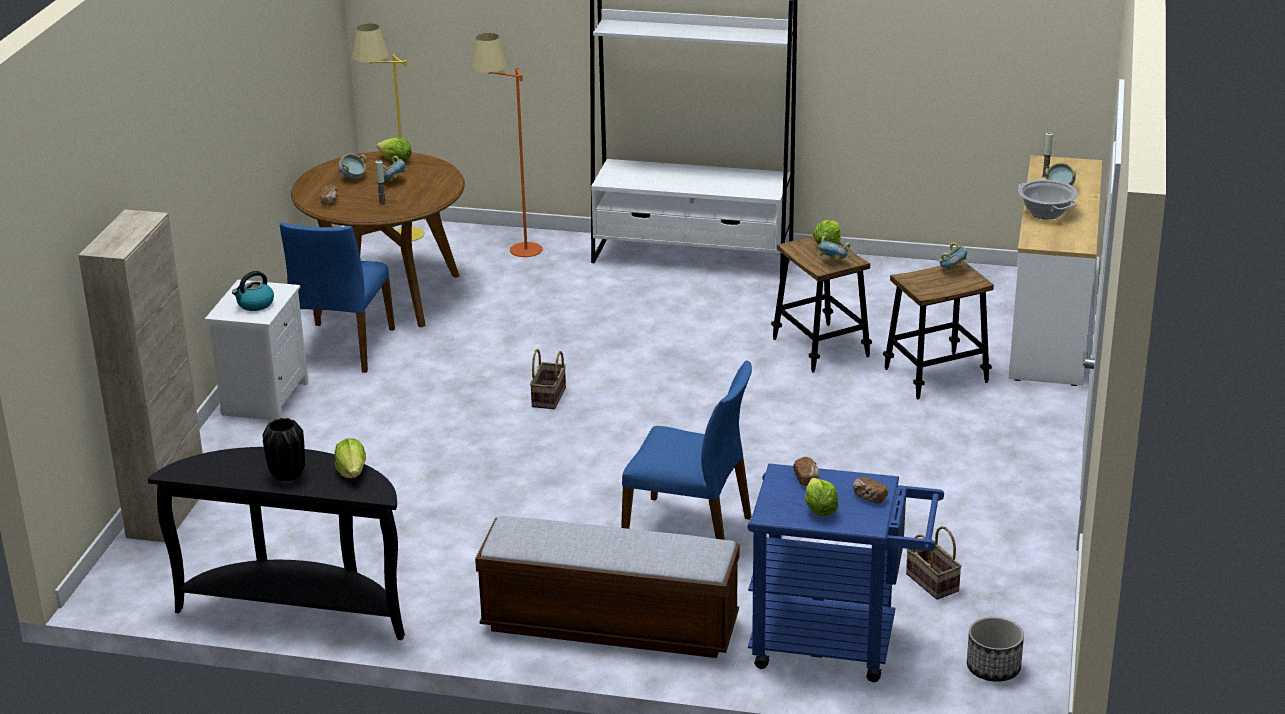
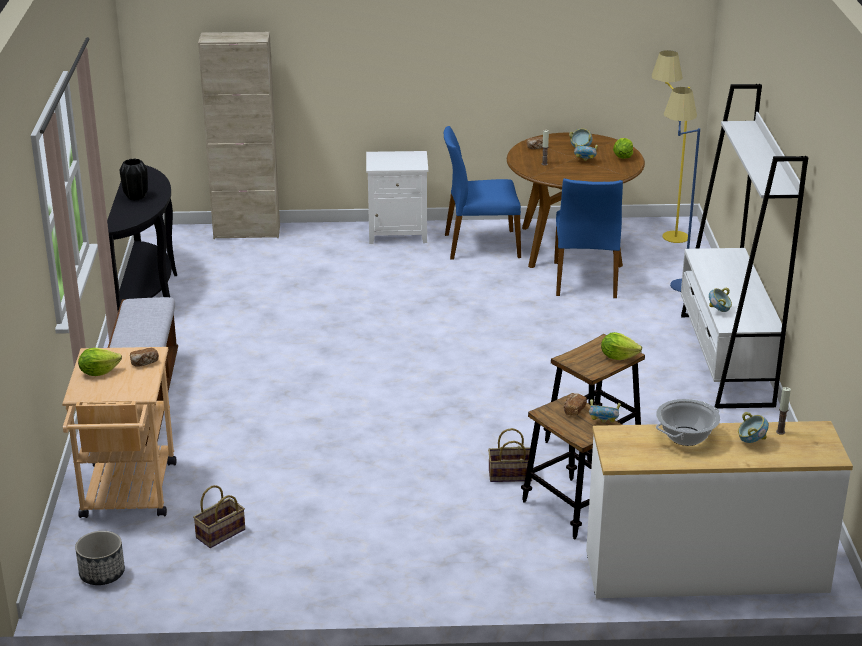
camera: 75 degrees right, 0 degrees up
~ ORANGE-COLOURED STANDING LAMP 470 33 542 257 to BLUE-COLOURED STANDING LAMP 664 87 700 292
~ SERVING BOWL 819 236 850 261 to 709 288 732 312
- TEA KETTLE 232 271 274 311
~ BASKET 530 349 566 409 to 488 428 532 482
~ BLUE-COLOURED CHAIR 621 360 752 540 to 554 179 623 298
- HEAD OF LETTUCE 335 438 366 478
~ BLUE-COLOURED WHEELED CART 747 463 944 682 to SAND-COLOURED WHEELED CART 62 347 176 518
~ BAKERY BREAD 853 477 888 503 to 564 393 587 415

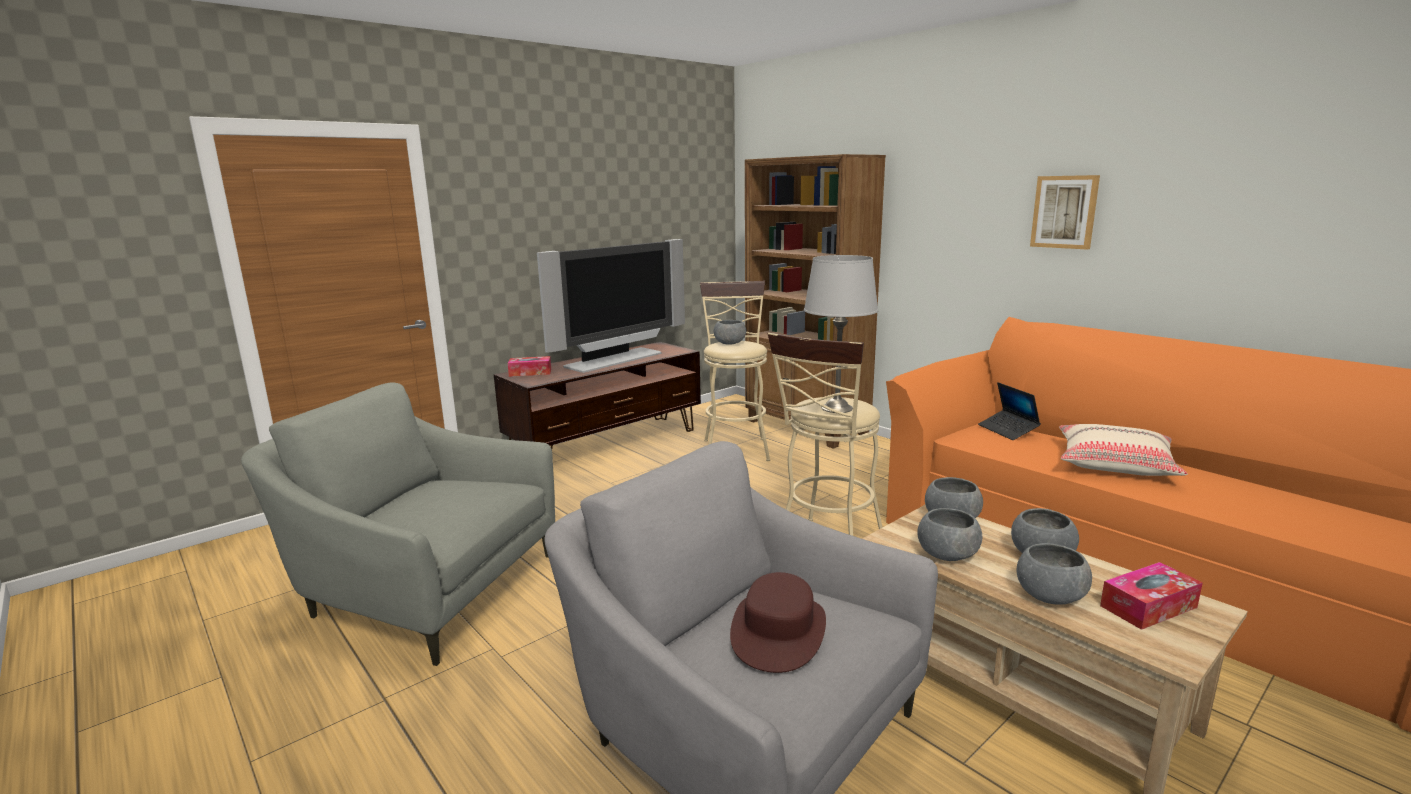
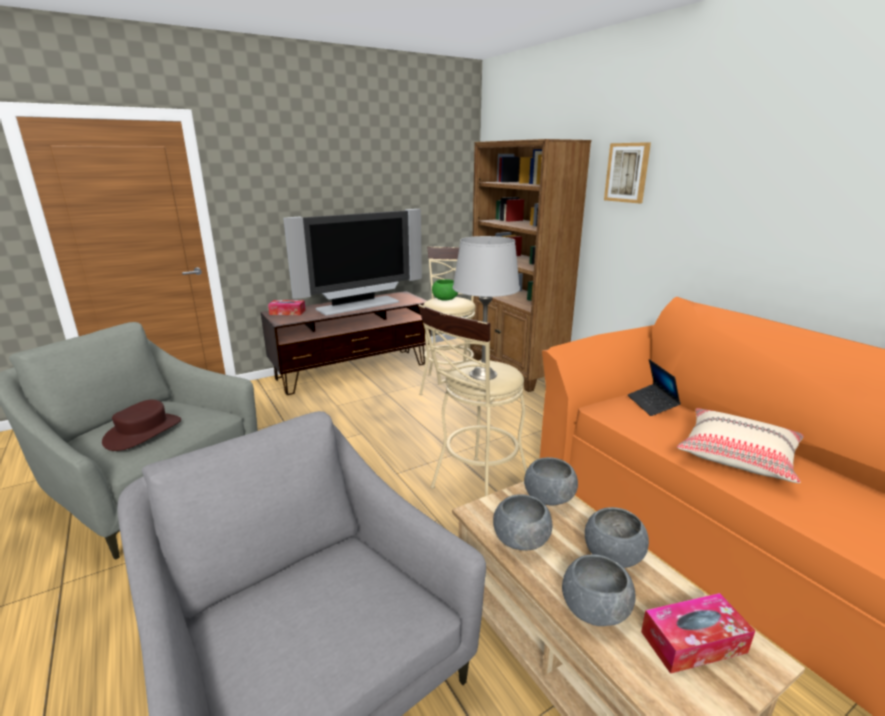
camera: 10 degrees right, 5 degrees up
~ PICTURE 1030 175 1100 250 to 604 142 651 203
~ GREYISH SERVING BOWL 714 320 746 345 to GREEN-COLOURED SERVING BOWL 432 279 458 301
~ BROWNISH CLOTHING HAT 730 572 826 673 to 102 400 181 451

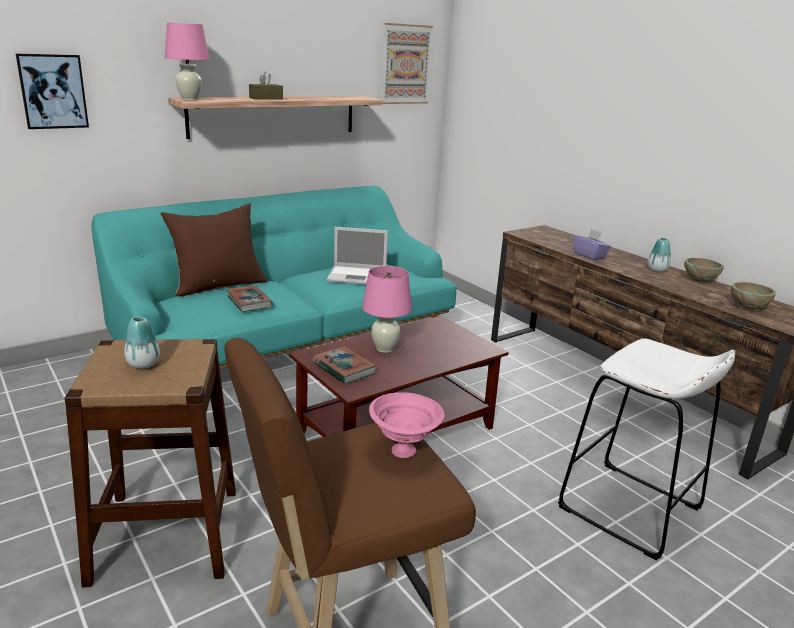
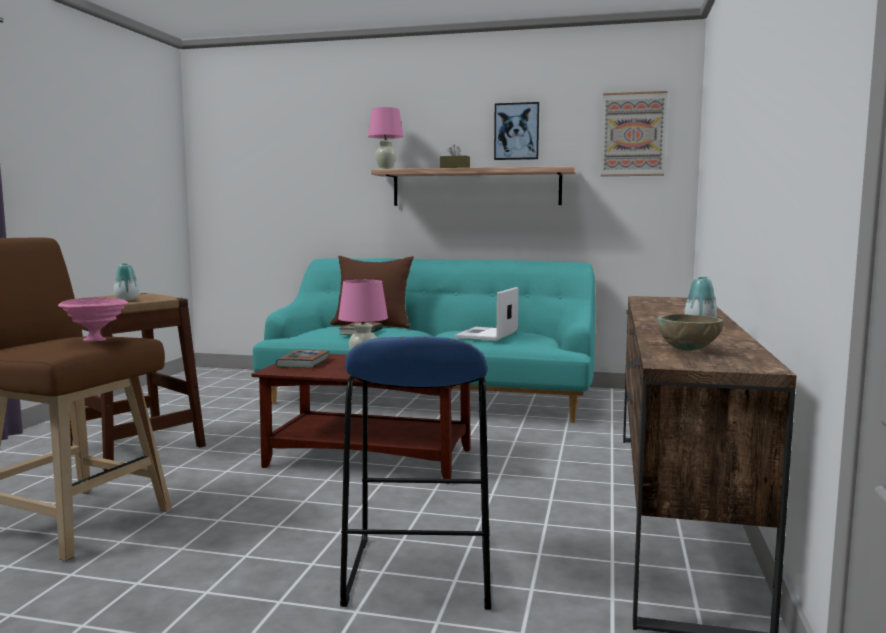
camera: 50 degrees right, 15 degrees down
~ PICTURE 16 54 89 129 to 494 102 539 160
~ LAPTOP 326 227 388 285 = 455 287 518 341 60 degrees clockwise
- PURPLISH TISSUE BOX 573 229 611 260
- SAND-COLOURED SERVING BOWL 684 258 724 282
~ WHITE-COLOURED STOOL SEAT 558 338 735 561 to BLUE-COLOURED STOOL SEAT 340 337 491 610

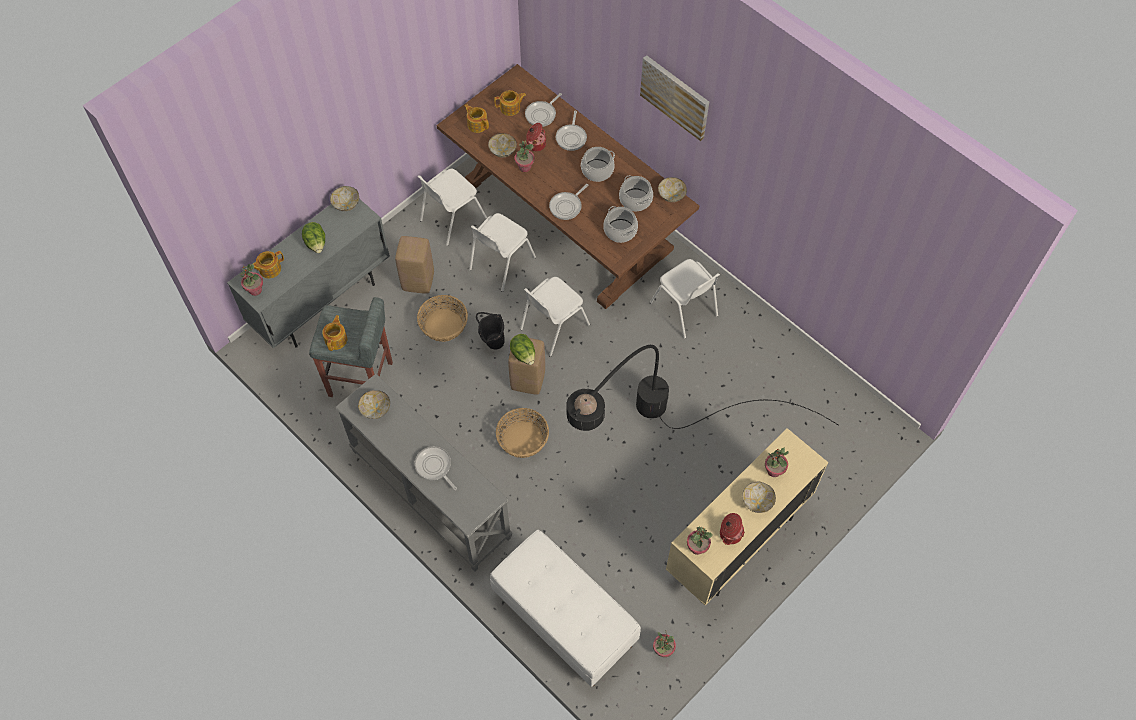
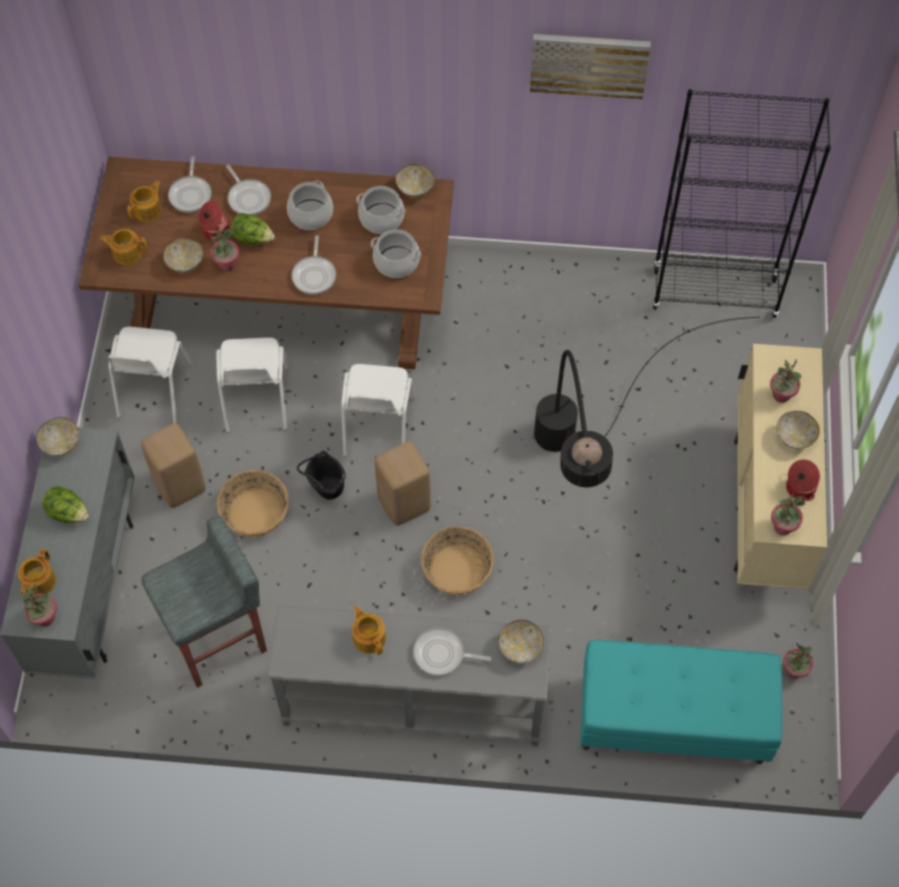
camera: 40 degrees left, 0 degrees up
~ PICTURE 640 55 709 141 to 530 34 651 99
- WHITE-COLOURED CHAIR 650 259 720 339
~ TEAPOT 322 315 347 351 to 352 606 386 655
~ HEAD OF LETTUCE 510 334 535 365 to 231 213 275 245
~ SERVING BOWL 358 390 390 419 to 498 620 544 663
~ WHITE-COLOURED LONG SEAT 490 530 641 687 to BLUE-GREEN LONG SEAT 580 640 783 764
+ BLACKISH BOOKSHELF 652 89 831 318

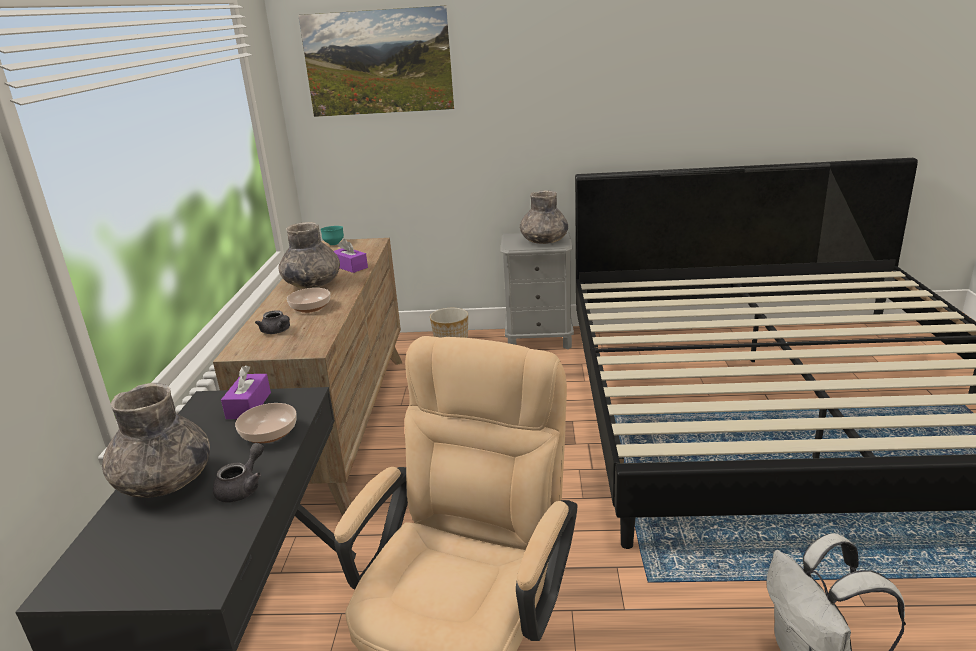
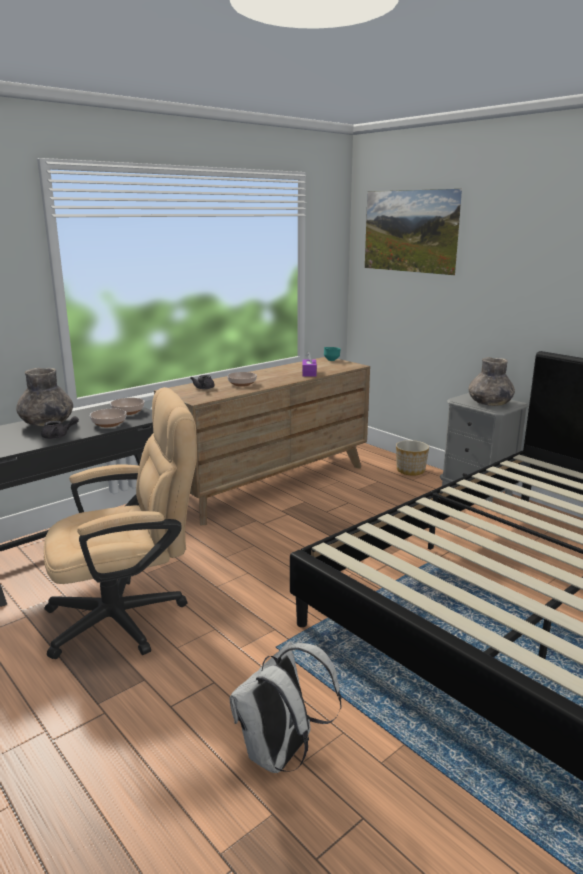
camera: 45 degrees right, 5 degrees down
- GREYISH VASE 278 222 340 289
~ PURPLISH TISSUE BOX 221 365 271 419 to SERVING BOWL 110 398 145 415

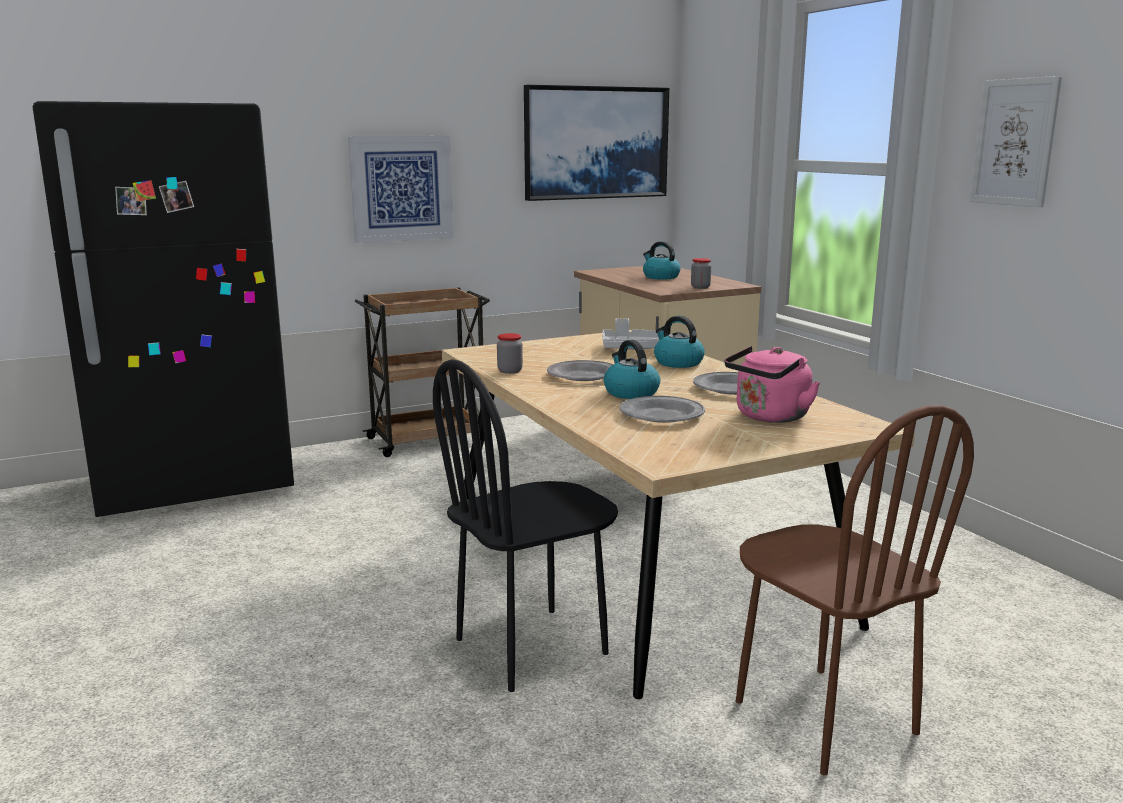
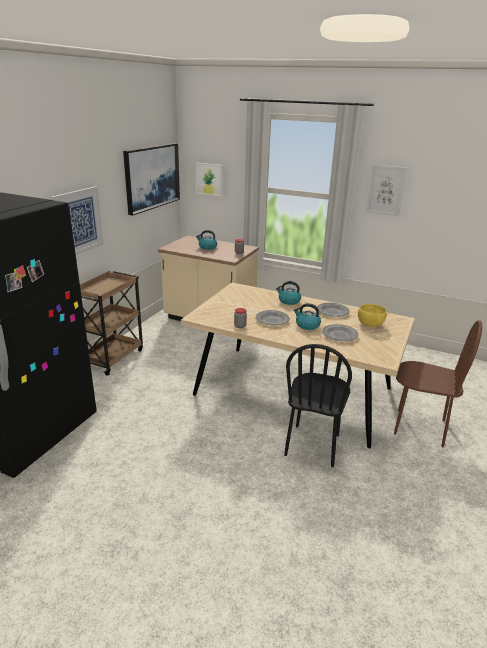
camera: 40 degrees left, 10 degrees up
- GREYISH CARRYING TRAY 602 318 659 350
~ PINK-COLOURED TEA KETTLE 725 346 820 423 to YELLOWISH SERVING BOWL 358 304 388 327
+ PICTURE 196 163 223 196

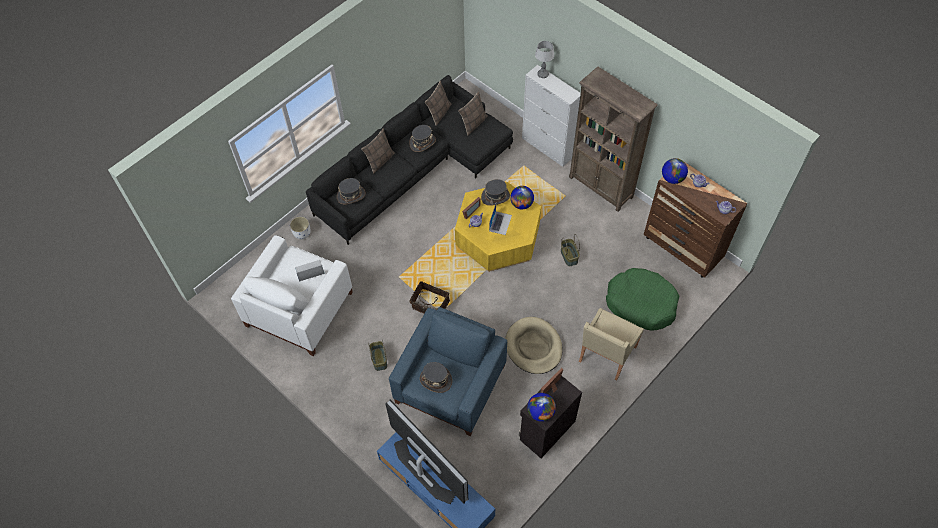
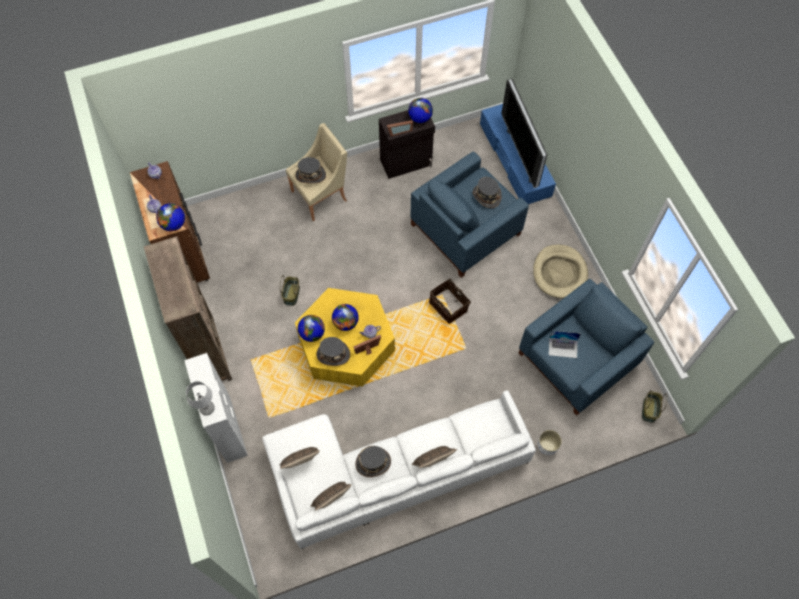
camera: 155 degrees left, 5 degrees up
~ BLACKISH SOFA 306 75 513 245 to WHITE-COLOURED SOFA 262 390 536 549
~ GREYISH CLOTHING HAT 337 178 366 204 to 295 157 326 184
~ LAPTOP 489 204 512 235 to WORLD GLOBE 332 304 359 331
~ WHITE-COLOURED ARMCHAIR 231 235 353 356 to BLUE-COLOURED ARMCHAIR 519 279 654 416
- GREEN-COLOURED DOG CUSHION 606 268 679 330
~ SAND-COLOURED DOG CUSHION 505 317 563 374 to 533 244 588 299
~ BASKET 368 340 387 371 to 642 390 667 423

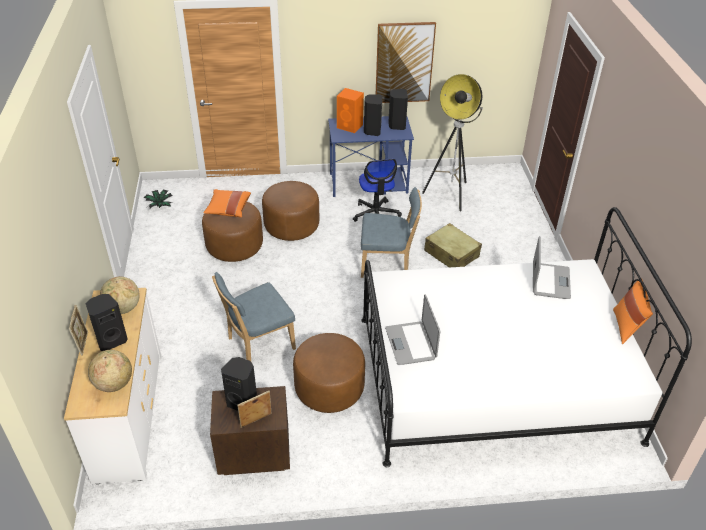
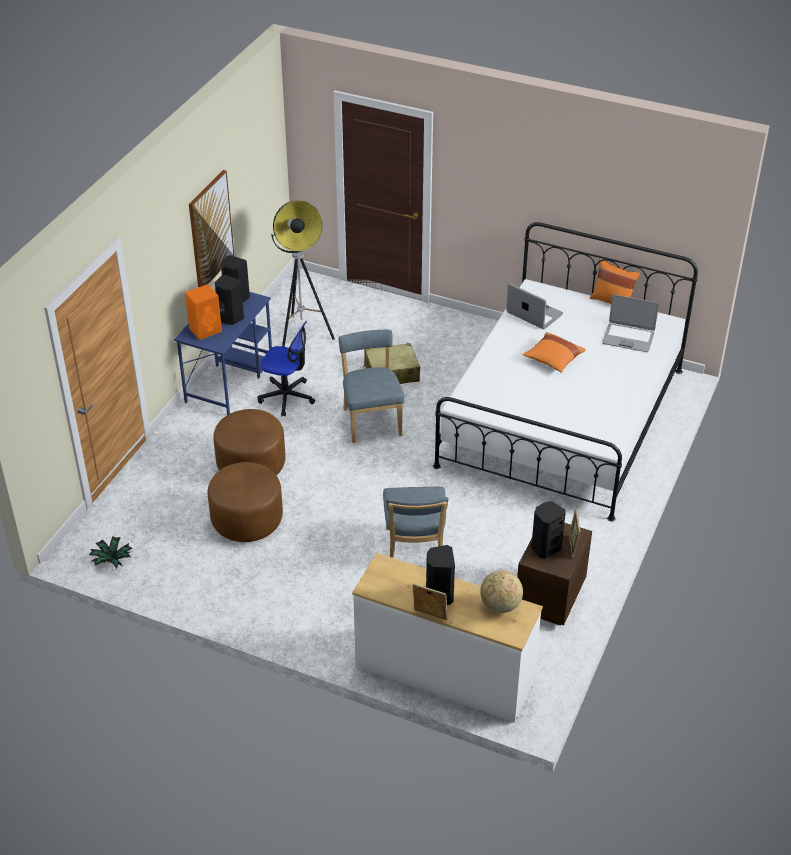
camera: 60 degrees left, 0 degrees up
~ BLUE-COLOURED CHAIR 361 187 422 278 = 338 330 405 443 45 degrees counterclockwise
~ ORANGE-COLOURED THROW PILLOW 203 189 251 217 to 523 332 586 372
- WORLD GLOBE 100 276 140 314
~ LAPTOP 385 295 440 365 to 602 294 659 352
- BROWNISH POUFFE 293 333 365 413

